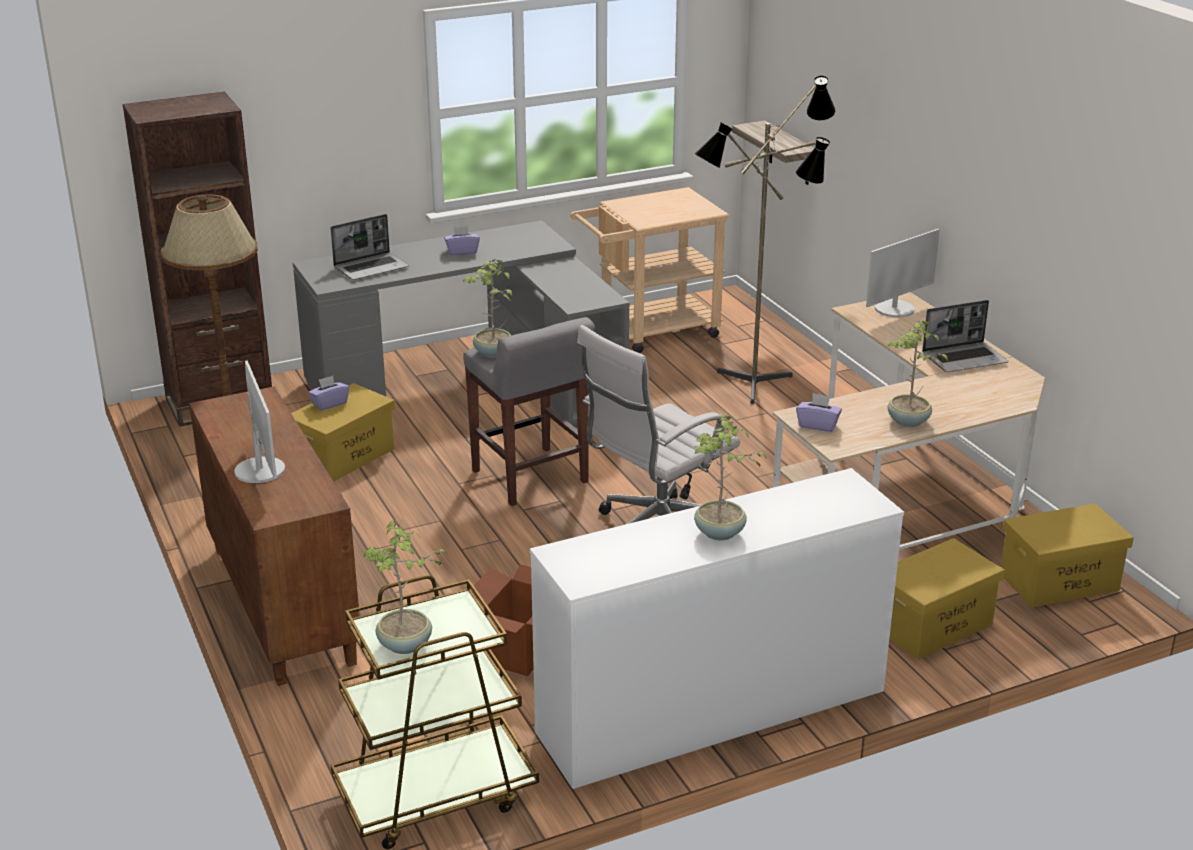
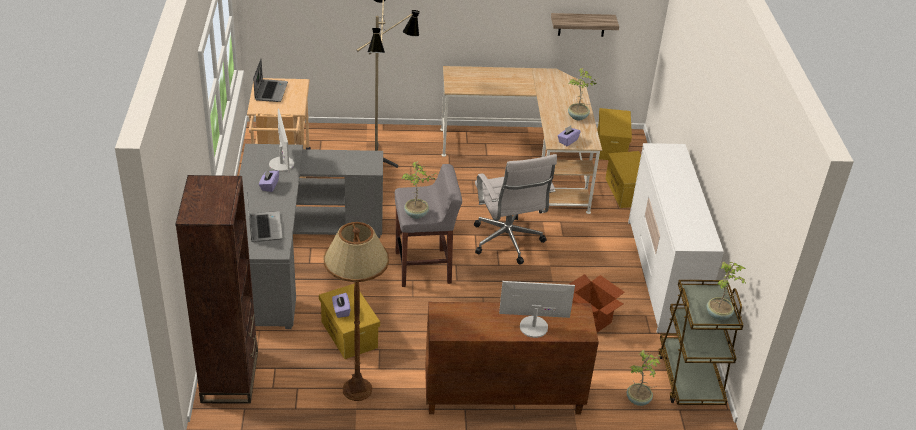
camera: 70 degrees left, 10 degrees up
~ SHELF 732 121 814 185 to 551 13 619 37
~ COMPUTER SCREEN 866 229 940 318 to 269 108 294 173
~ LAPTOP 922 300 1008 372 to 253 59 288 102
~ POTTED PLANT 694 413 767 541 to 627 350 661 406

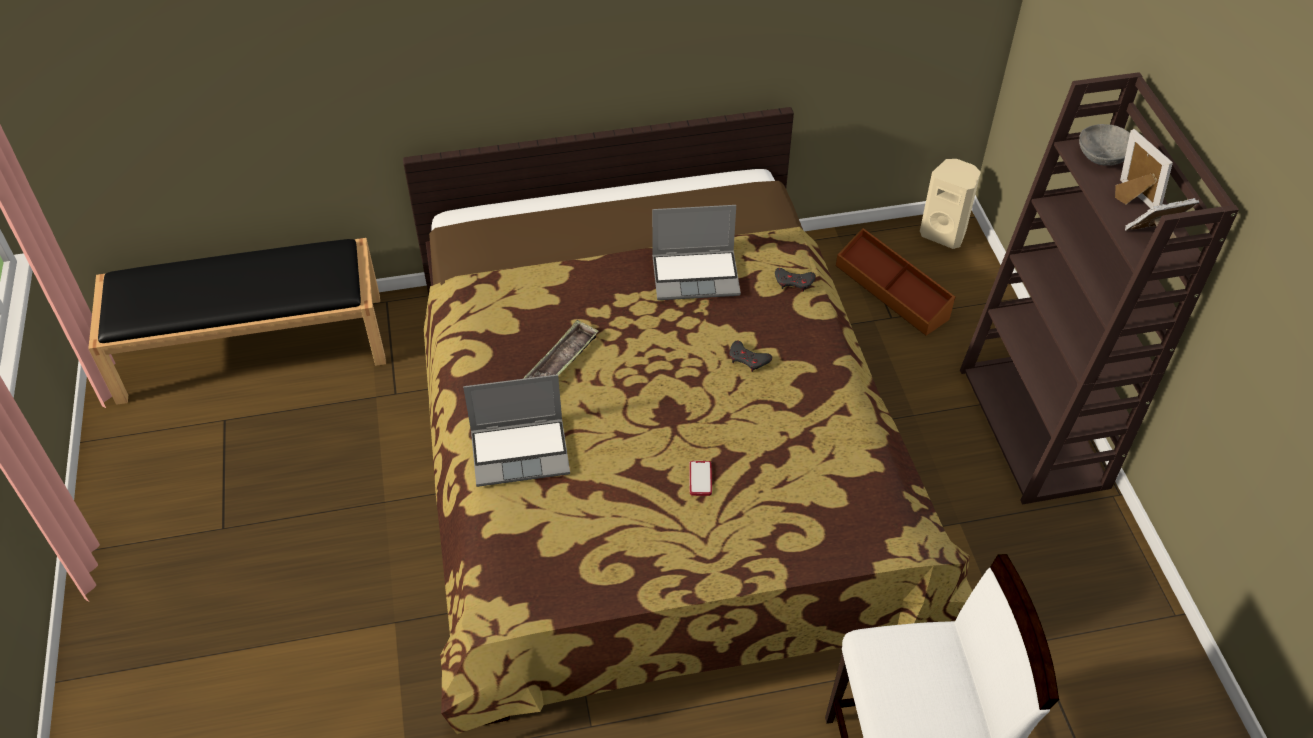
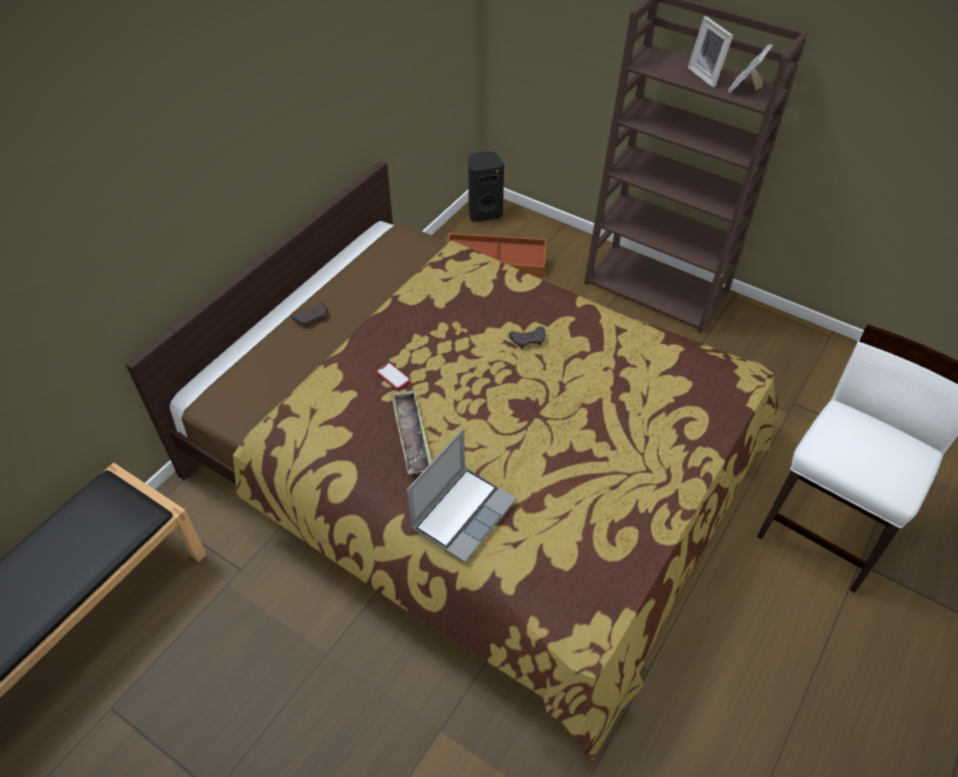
camera: 45 degrees left, 0 degrees up
- GREYISH SERVING BOWL 1079 124 1130 166
~ STANDING FRAME 1115 129 1173 208 = 688 16 733 88 135 degrees counterclockwise
~ SAND-COLOURED SPEAKER 920 159 981 249 to BLACKISH SPEAKER 468 151 504 222
- LAPTOP 652 205 741 300
~ GREYISH GAME CONTROLLER 775 268 816 292 to 292 302 327 327
~ TELEPHONE 689 461 712 496 to 377 363 410 390

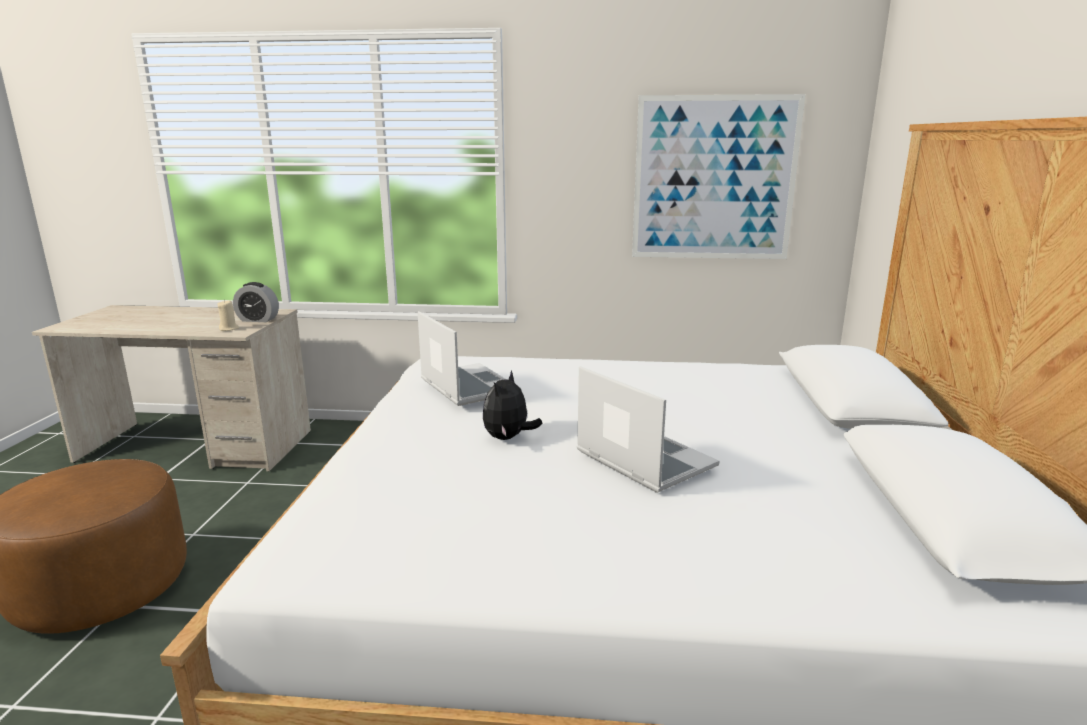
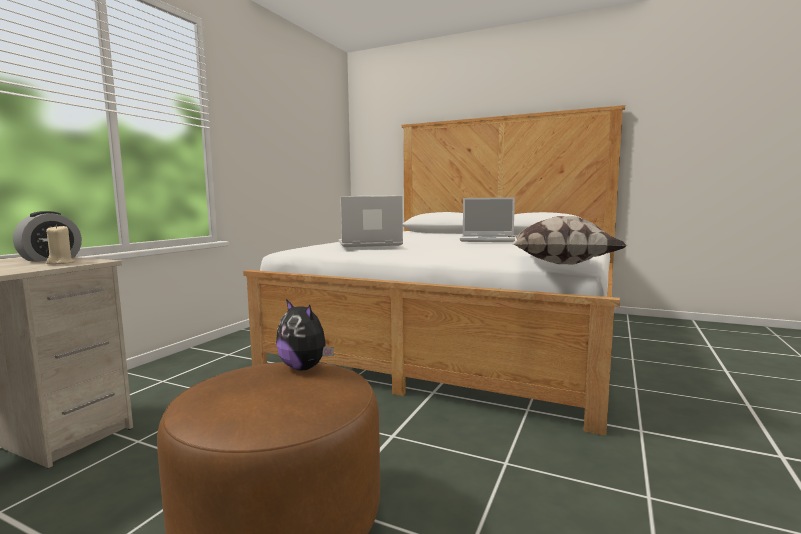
camera: 70 degrees left, 10 degrees down
- PICTURE 632 94 805 259
~ LAPTOP 577 366 719 493 = 460 197 515 242 150 degrees counterclockwise
~ SOFT TOY 483 370 543 440 to 276 299 334 371
+ THROW PILLOW 507 216 627 264

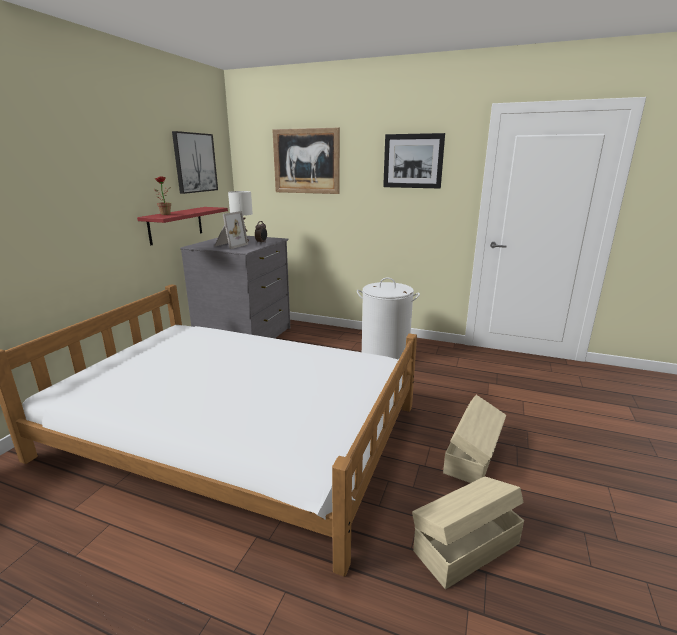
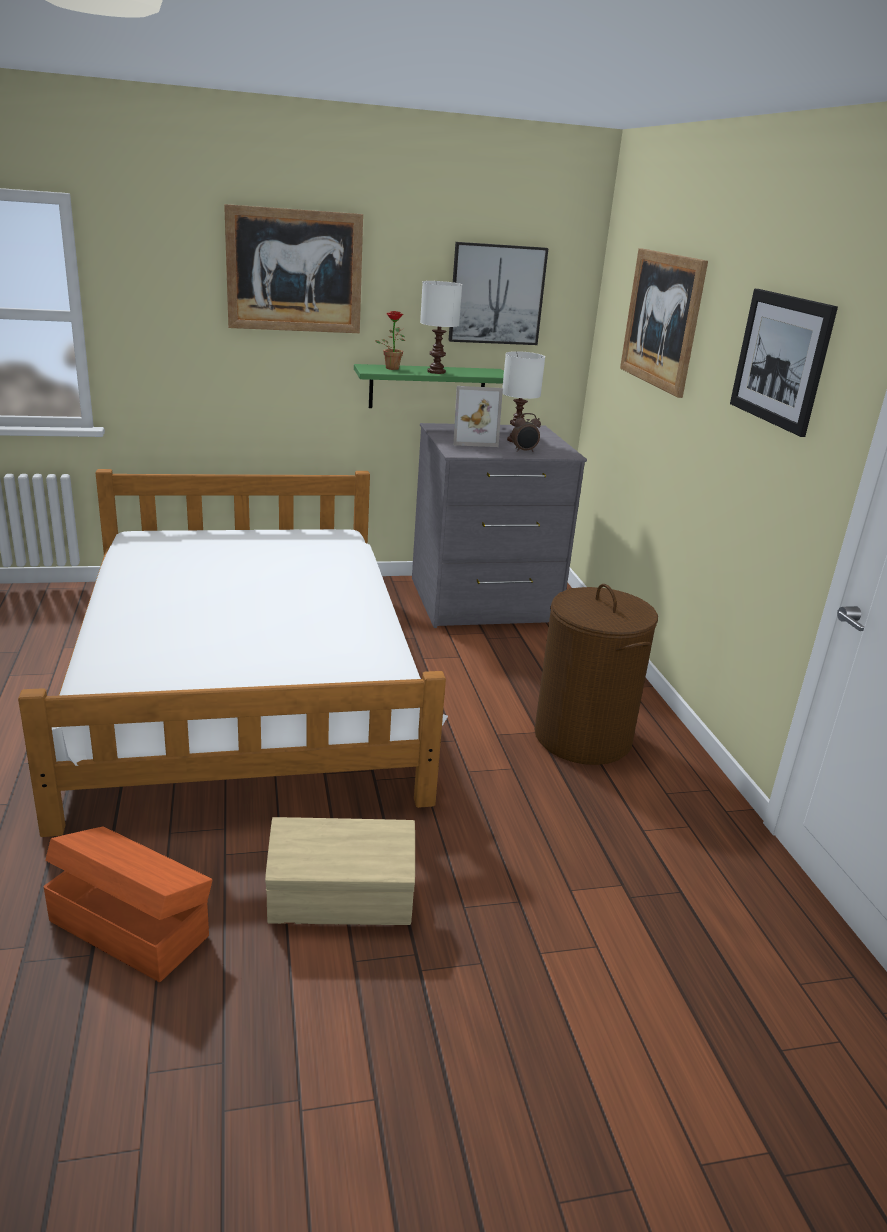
camera: 55 degrees right, 5 degrees up
~ REDDISH SHELF 137 207 228 245 to GREEN-COLOURED SHELF 354 364 504 408
~ WHITE-COLOURED WASHING BASKET 357 277 420 359 to BROWNISH WASHING BASKET 534 584 658 765
~ SAND-COLOURED STORAGE CONTAINER 412 477 524 589 to ORANGE-COLOURED STORAGE CONTAINER 43 827 213 982
+ PICTURE 224 204 363 333
+ WHITE-COLOURED LAMP FOR A TABLE 420 281 462 374

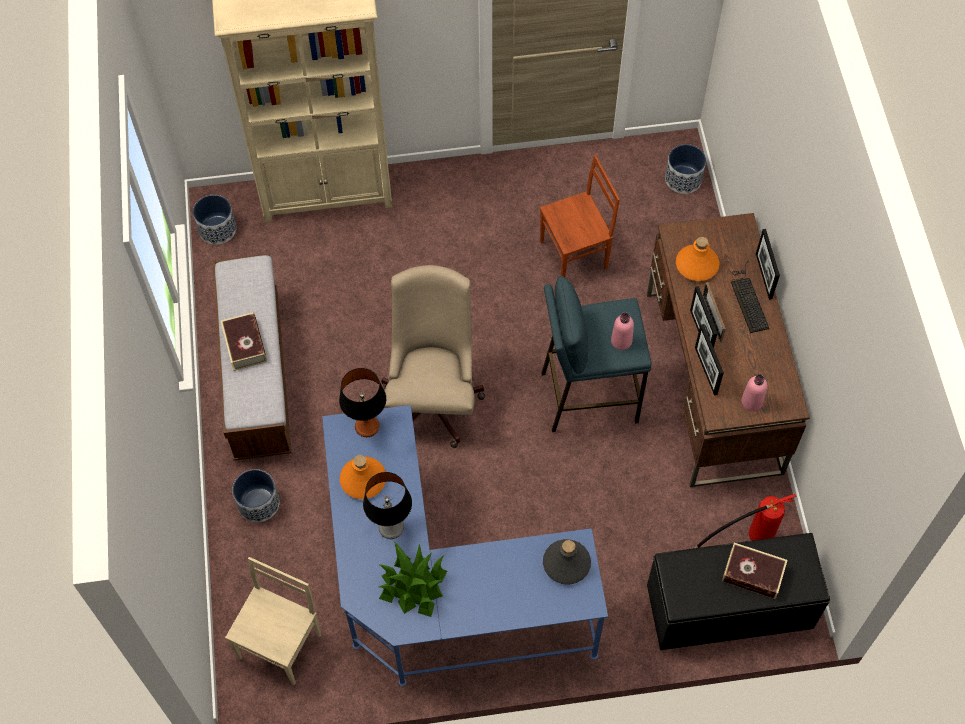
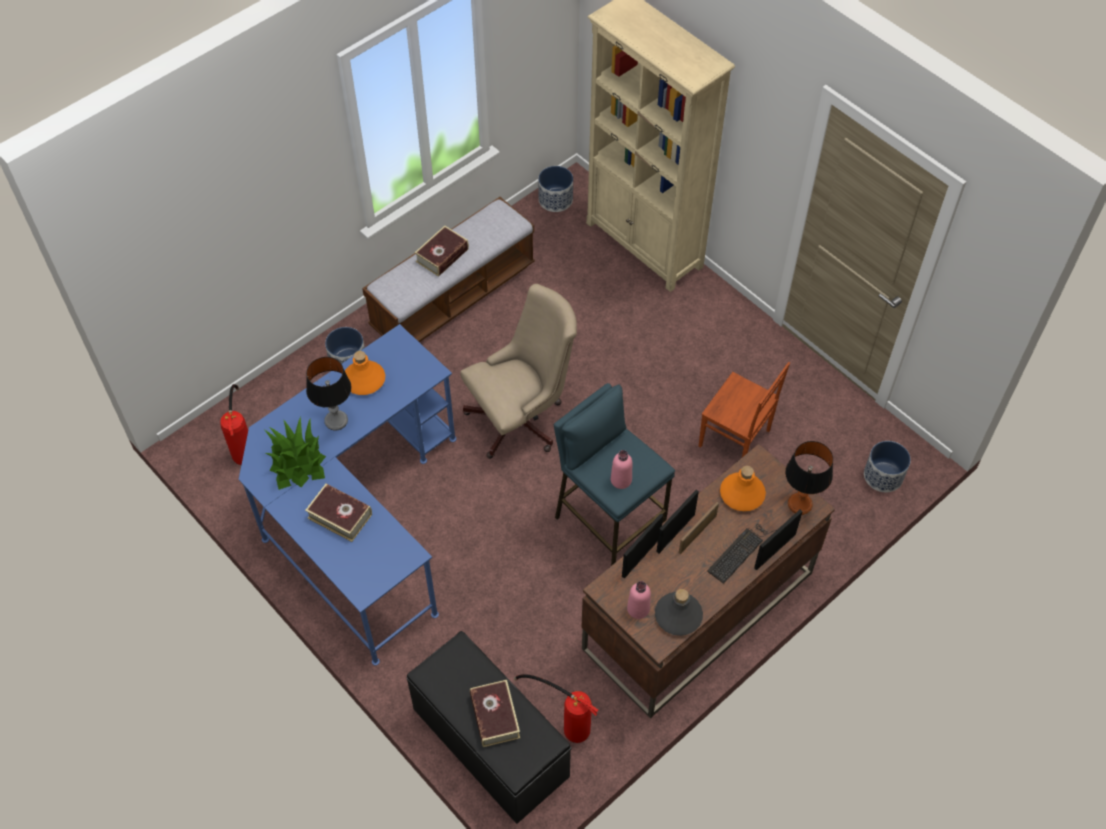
camera: 55 degrees right, 5 degrees down
~ LAMP FOR A TABLE 339 368 386 437 to 785 441 833 515
~ GREYISH BOTTLE 543 539 591 585 to 655 589 703 636
~ SAND-COLOURED CHAIR 225 557 321 685 to FIRE EXTINGUISHER 221 384 248 465
+ BOOK 305 484 372 542

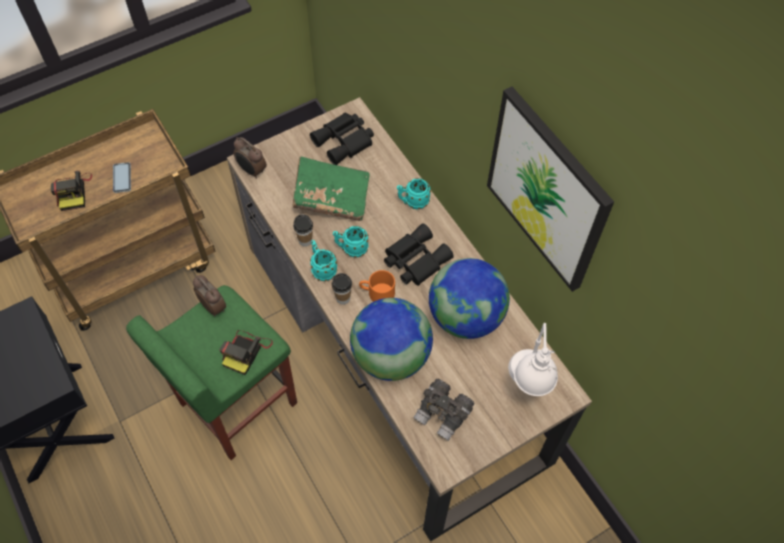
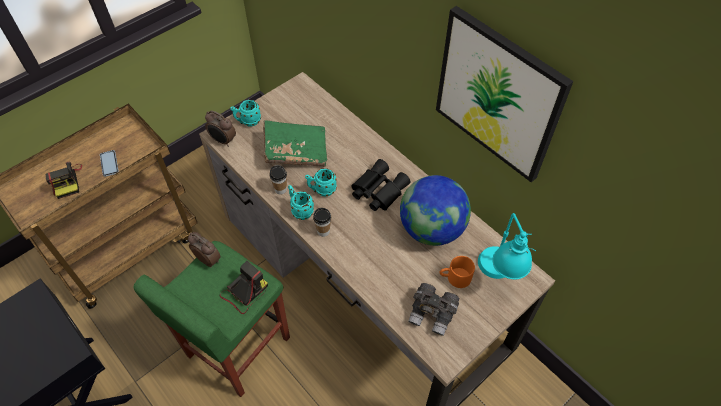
camera: 10 degrees left, 5 degrees down
- BLACKISH FIELD GLASSES 310 113 374 165
~ BLUE-GREEN TEA MUG 397 178 431 209 to 230 100 261 127
~ ORANGE-COLOURED TEA MUG 359 270 395 302 to 440 256 475 288
- WORLD GLOBE 350 298 433 381
~ WHITE-COLOURED LAMP FOR A TABLE 508 323 558 396 to BLUE-GREEN LAMP FOR A TABLE 478 213 536 280
~ STILL CAMERA 219 330 273 375 = 220 261 268 314 150 degrees counterclockwise

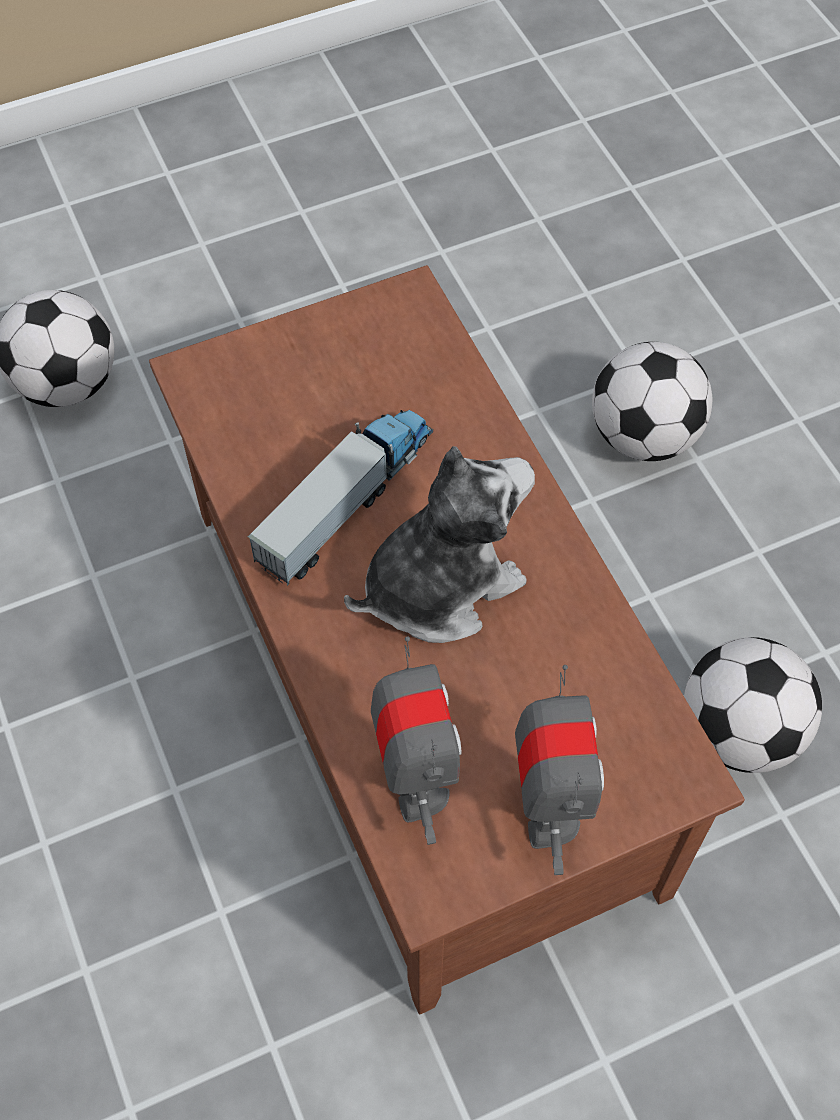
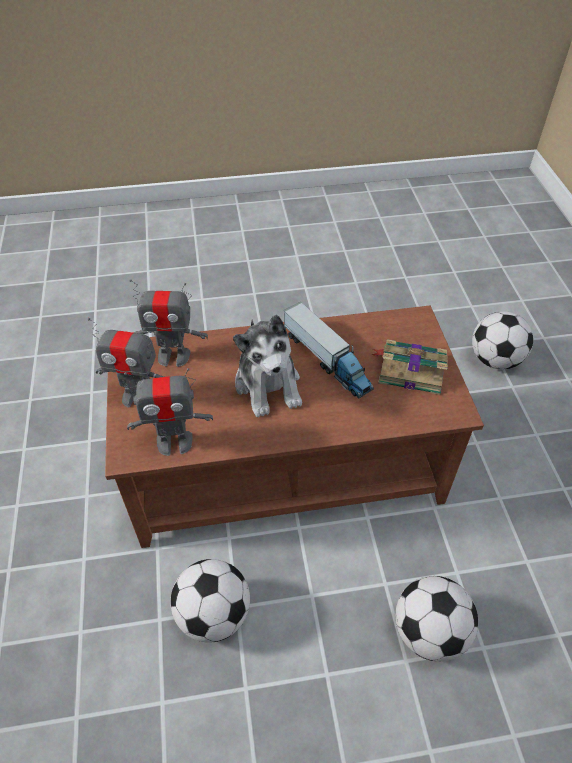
camera: 105 degrees right, 10 degrees down
+ BOOK 372 339 448 395
+ TOY ROBOT 124 368 213 456

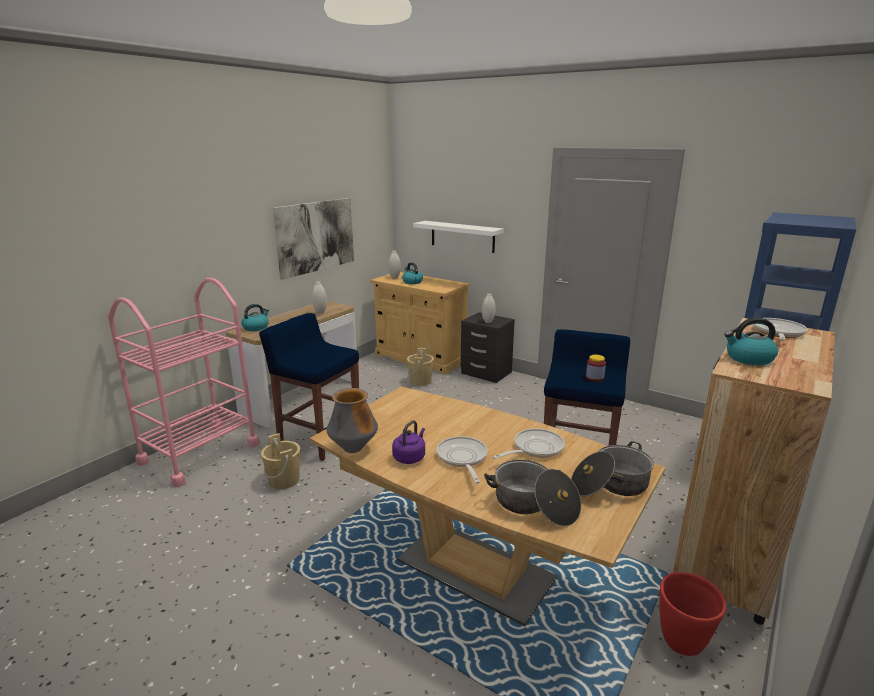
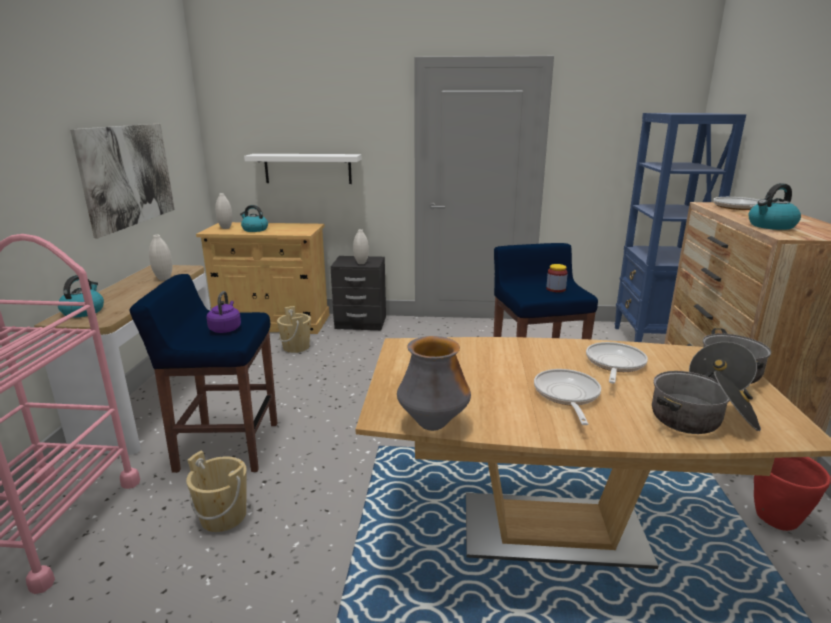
camera: 30 degrees left, 0 degrees up
~ PURPLISH TEA KETTLE 392 420 425 464 to 206 291 241 333
~ FRYING PAN 436 436 487 483 = 534 369 601 425 45 degrees clockwise

